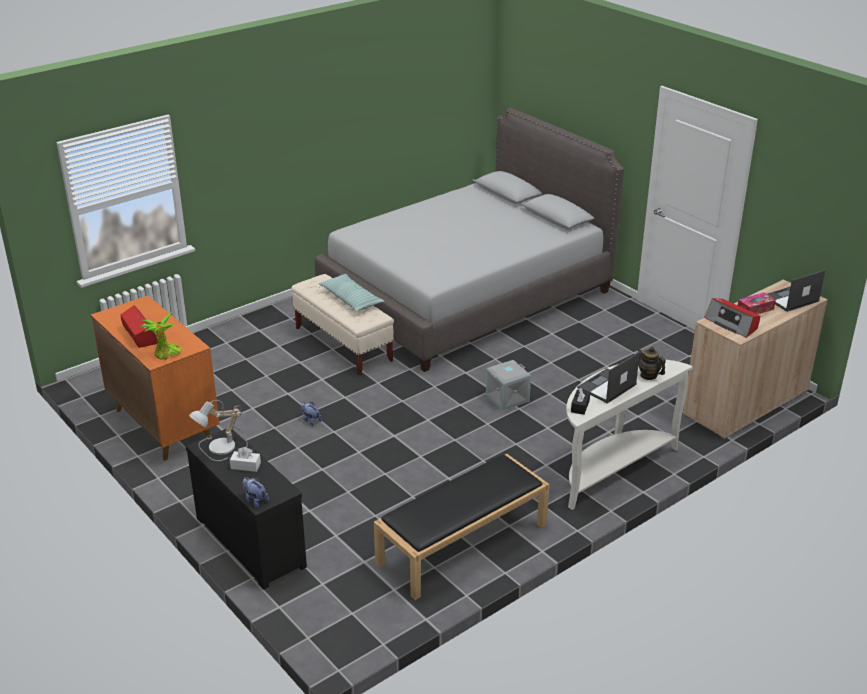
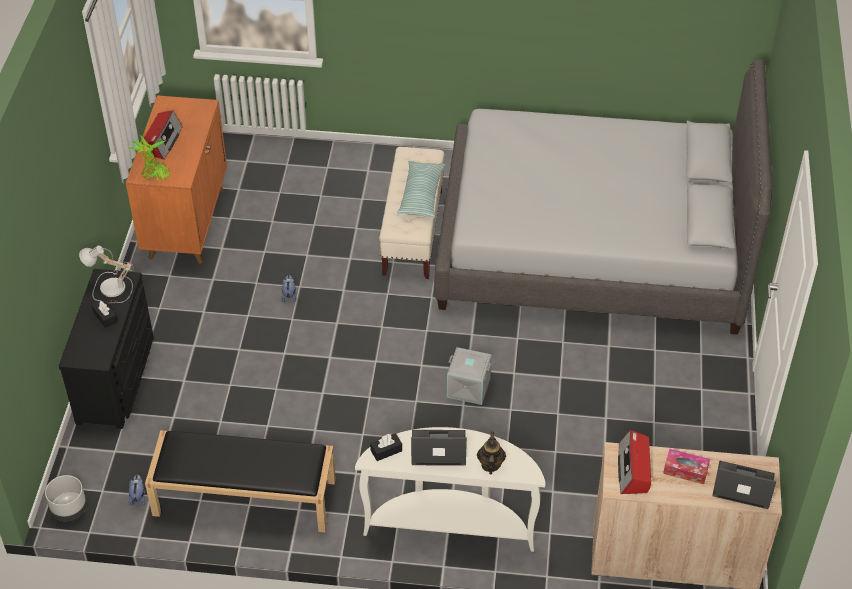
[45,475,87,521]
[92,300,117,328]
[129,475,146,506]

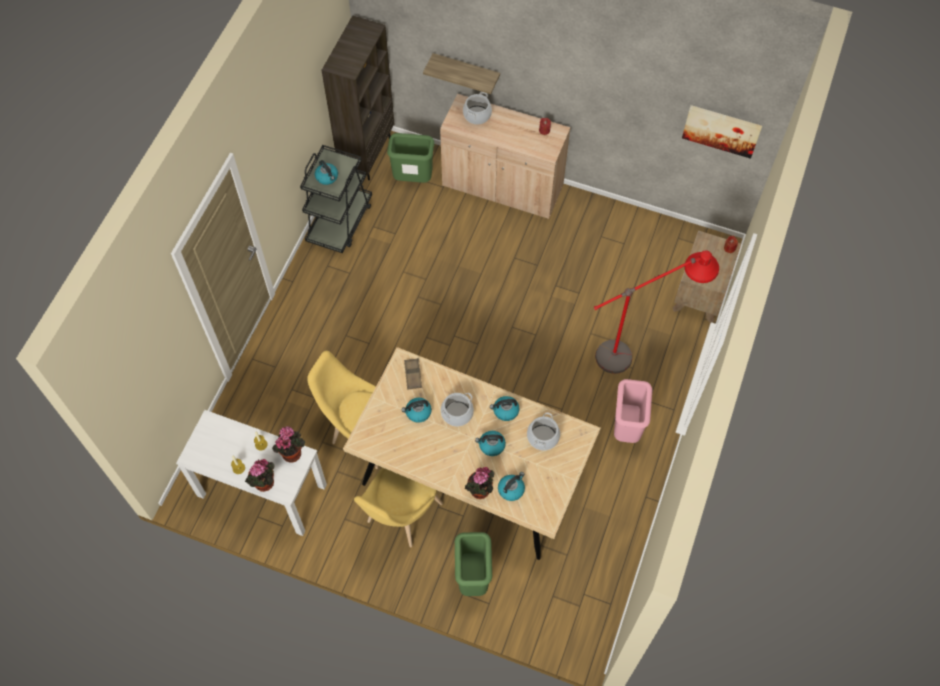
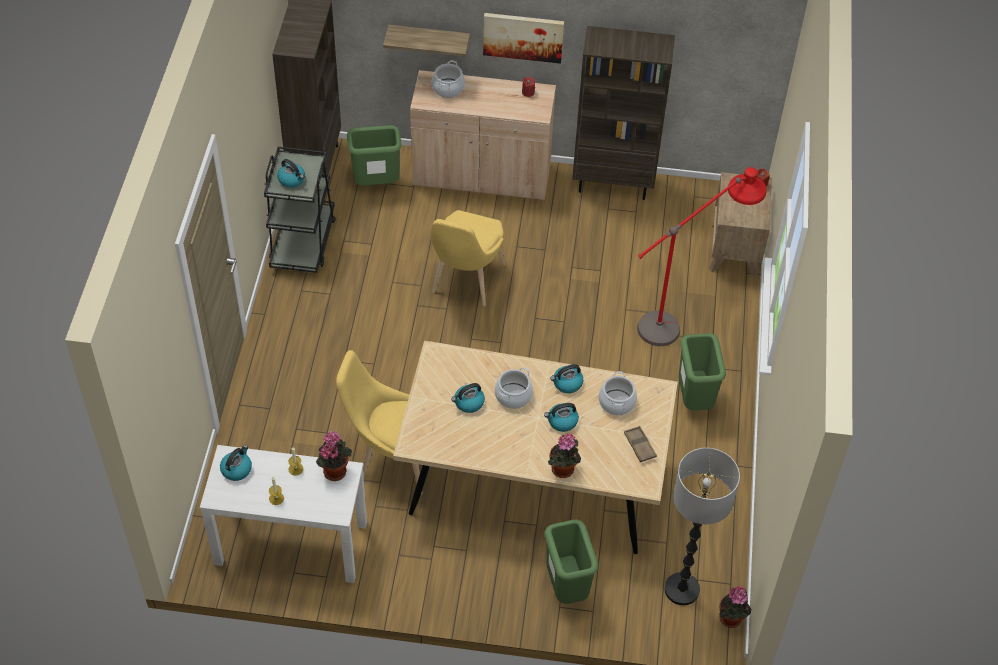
[220,445,252,481]
[431,210,506,306]
[483,13,564,64]
[572,26,675,200]
[624,426,657,462]
[665,448,740,605]
[679,333,726,411]
[719,586,751,628]

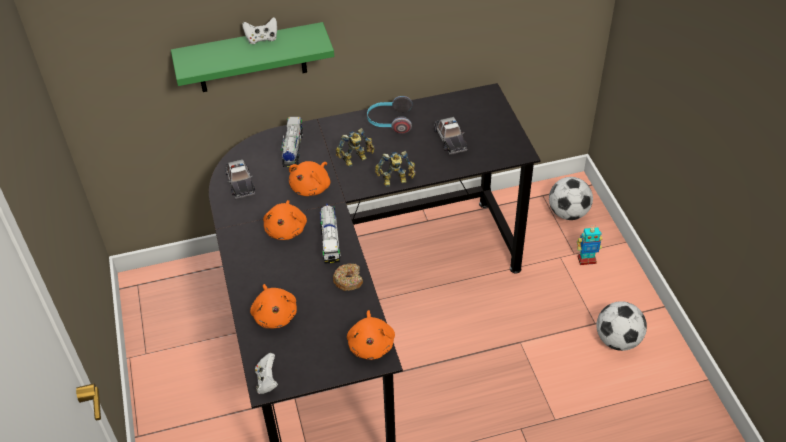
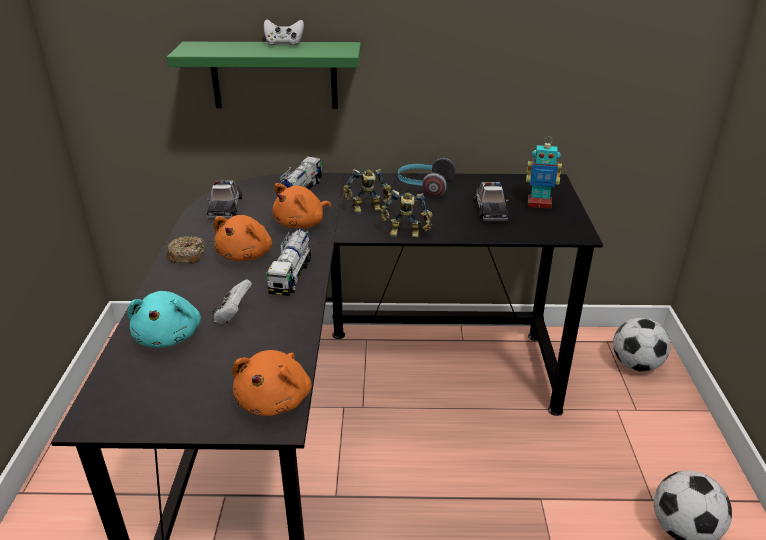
[127,291,201,348]
[166,236,206,264]
[212,279,252,324]
[526,137,562,209]

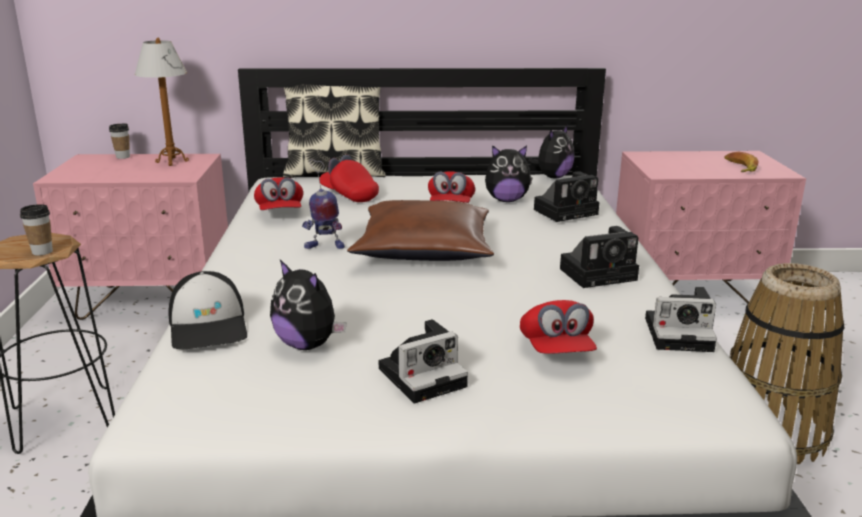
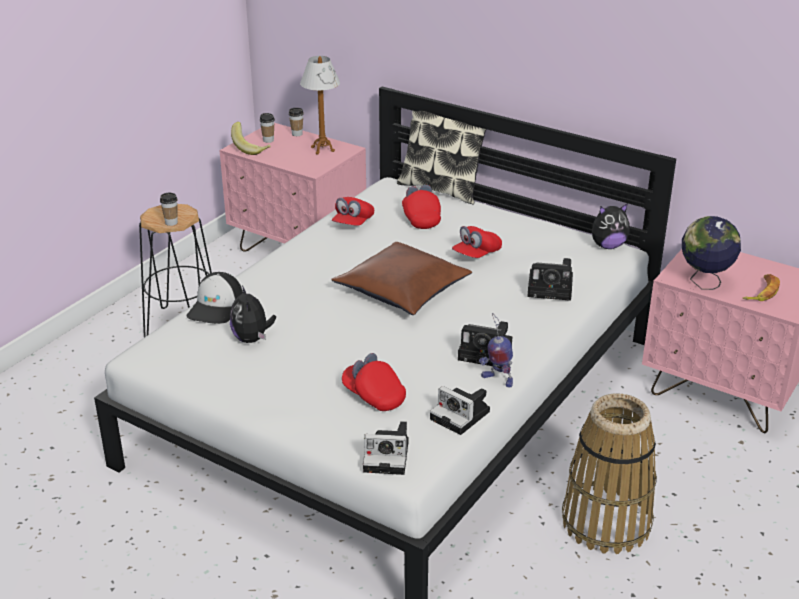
[231,122,271,155]
[260,113,275,143]
[342,353,406,411]
[363,421,409,475]
[479,313,513,388]
[682,216,741,290]
[485,145,533,202] (first image)

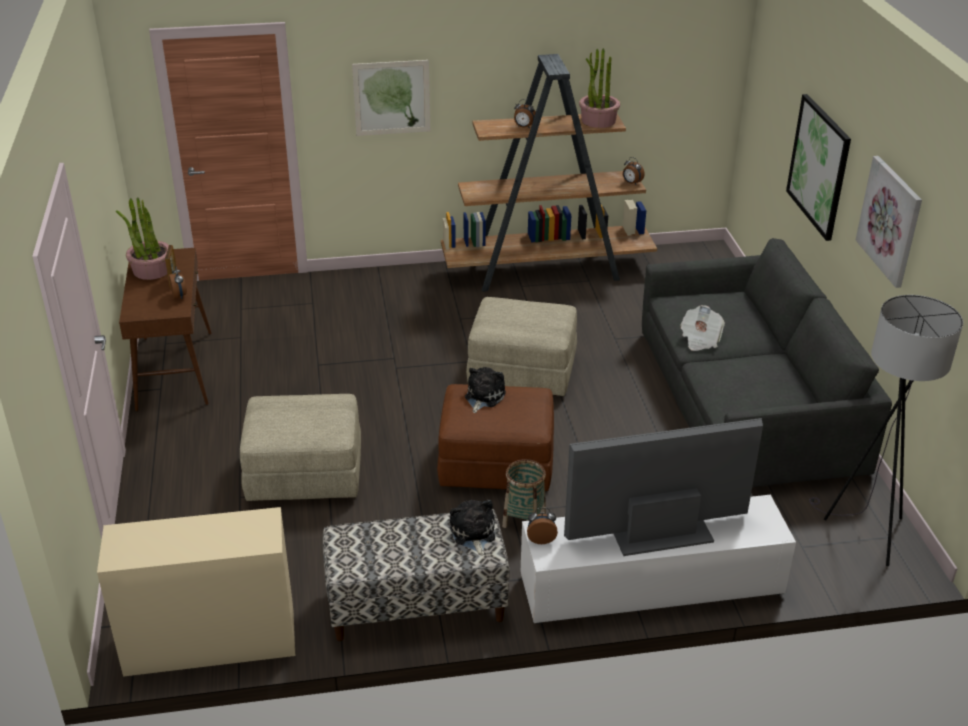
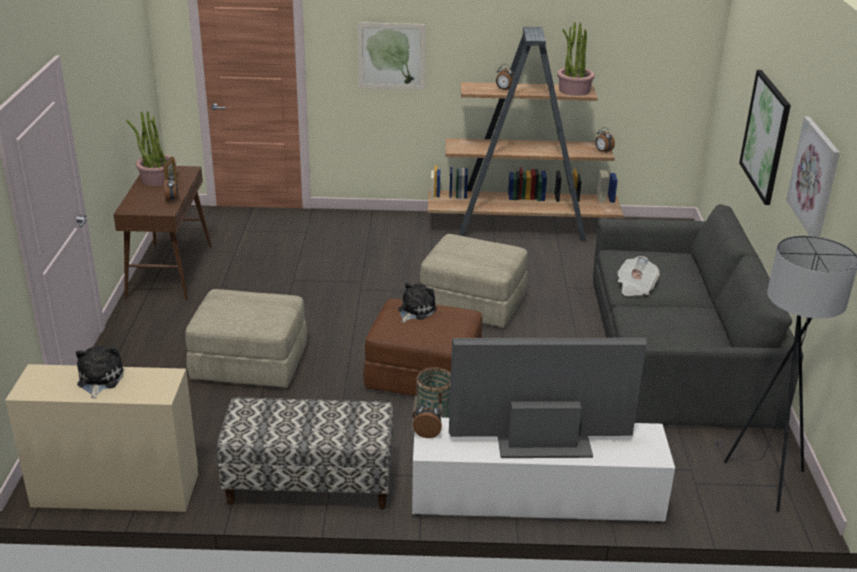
[76,345,123,399]

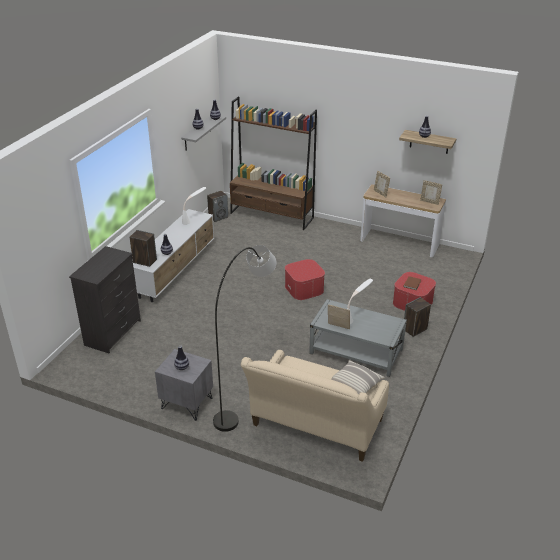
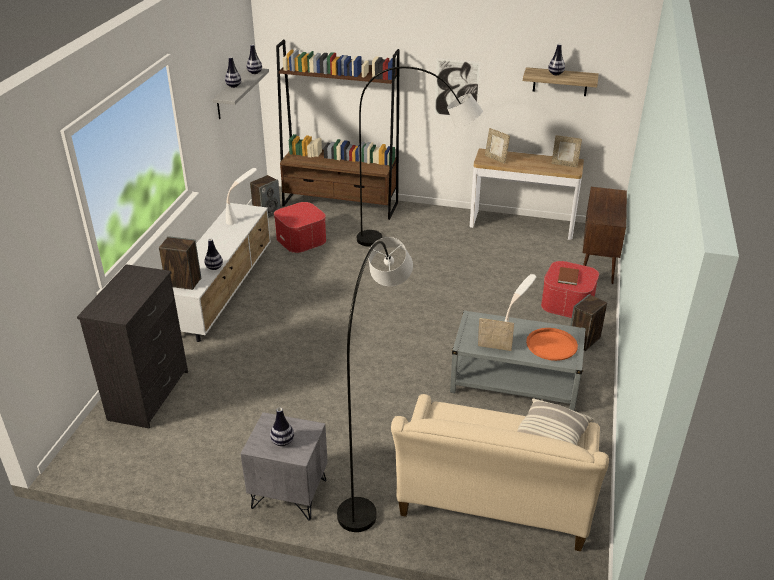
[274,202,326,253]
[357,66,483,246]
[434,58,481,116]
[526,328,578,361]
[583,187,627,284]

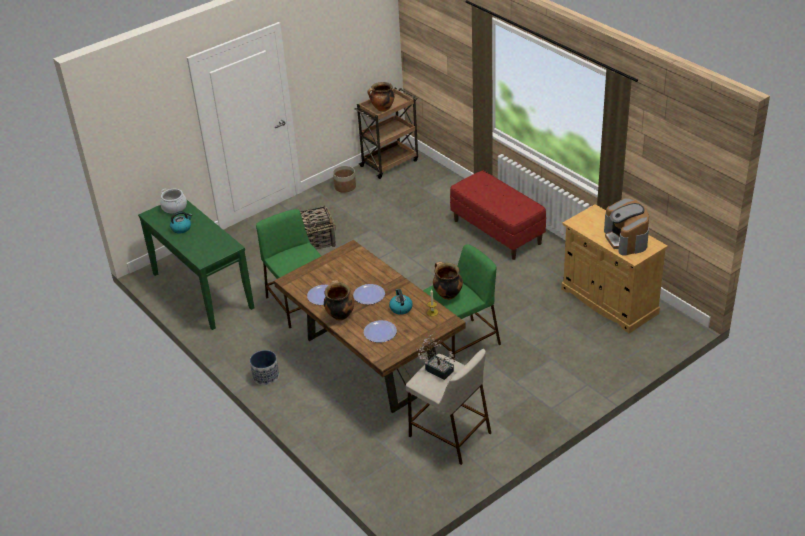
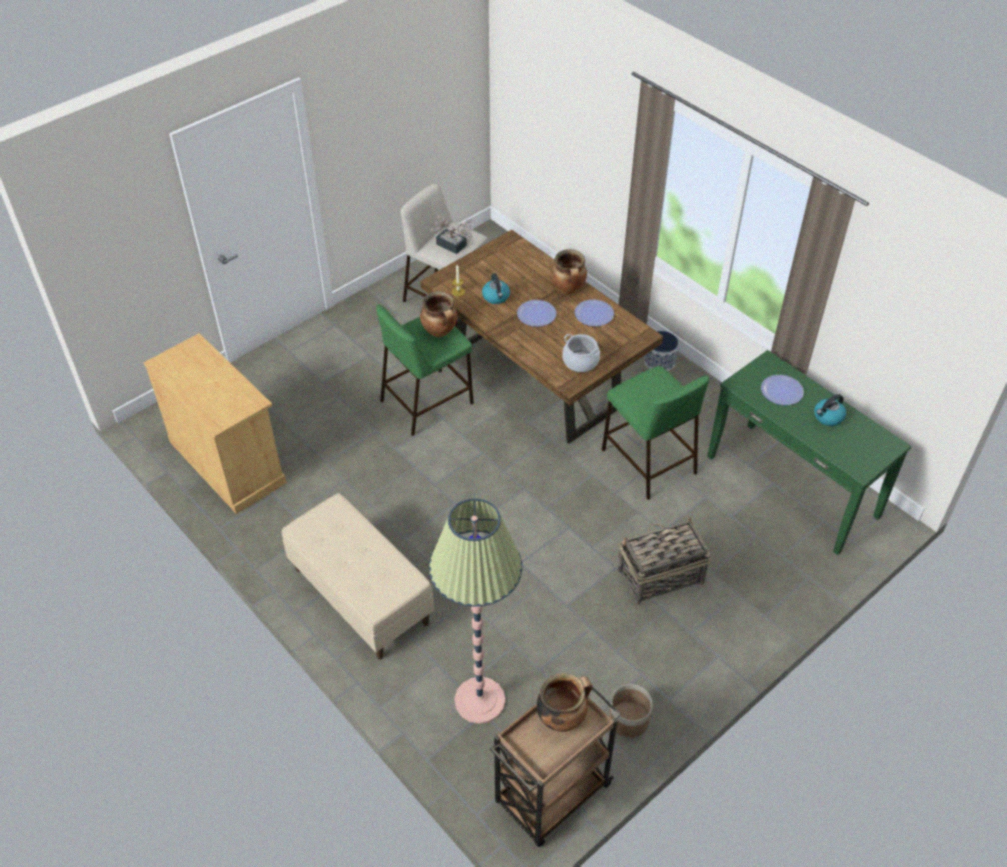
[282,493,434,659]
[429,498,523,724]
[562,334,600,372]
[761,375,804,405]
[604,198,649,256] (first image)

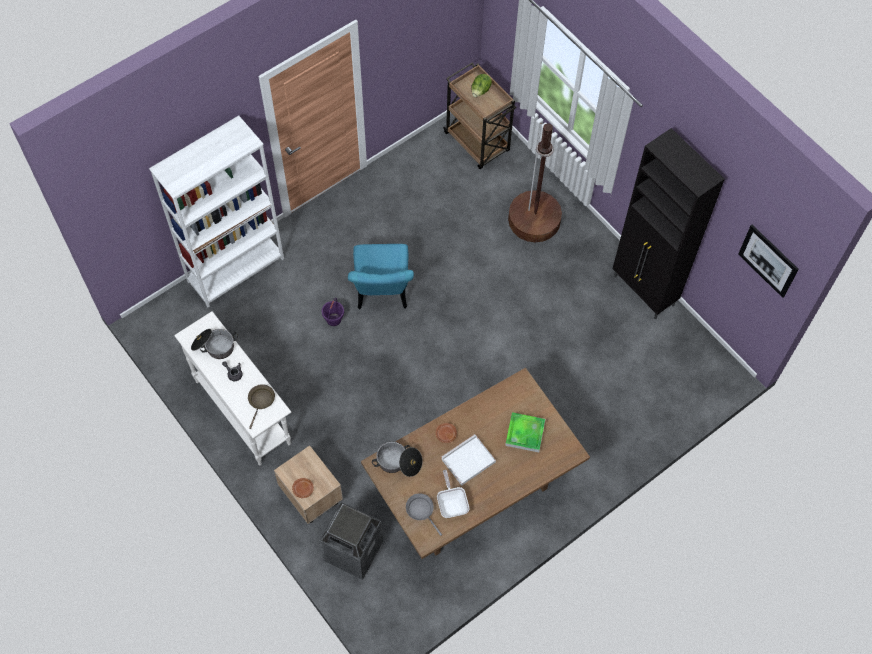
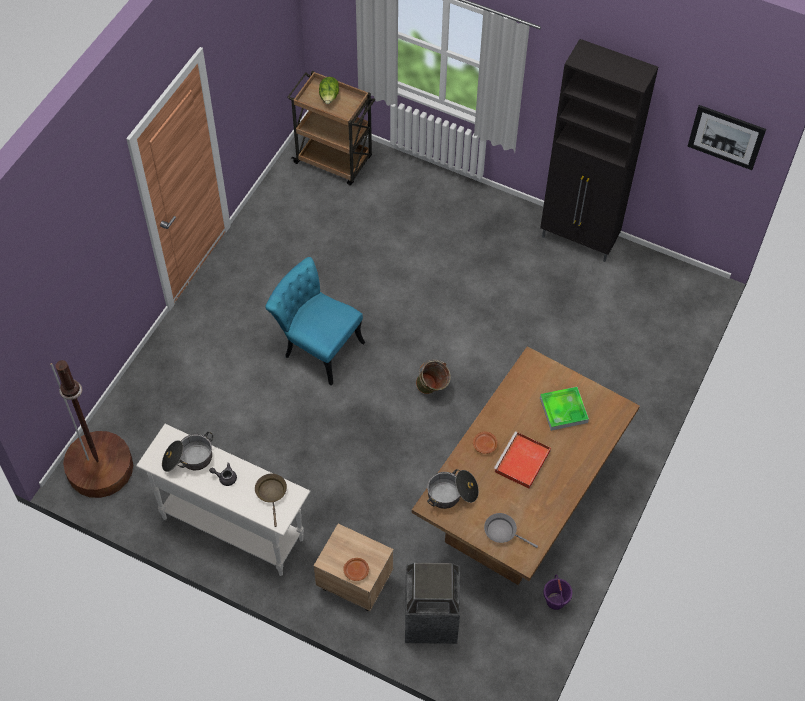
[50,360,133,498]
[265,257,365,386]
[416,360,451,394]
[494,432,551,489]
[543,575,572,610]
[149,116,284,307] (first image)
[437,470,469,518] (first image)

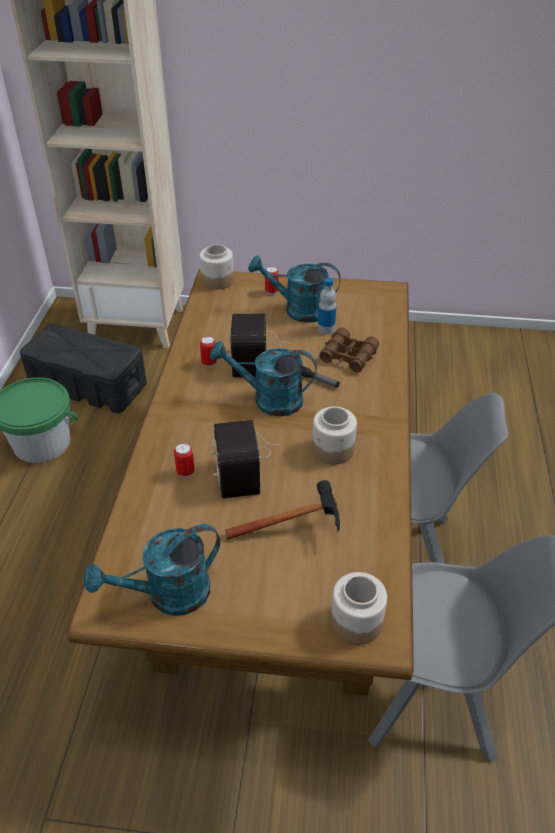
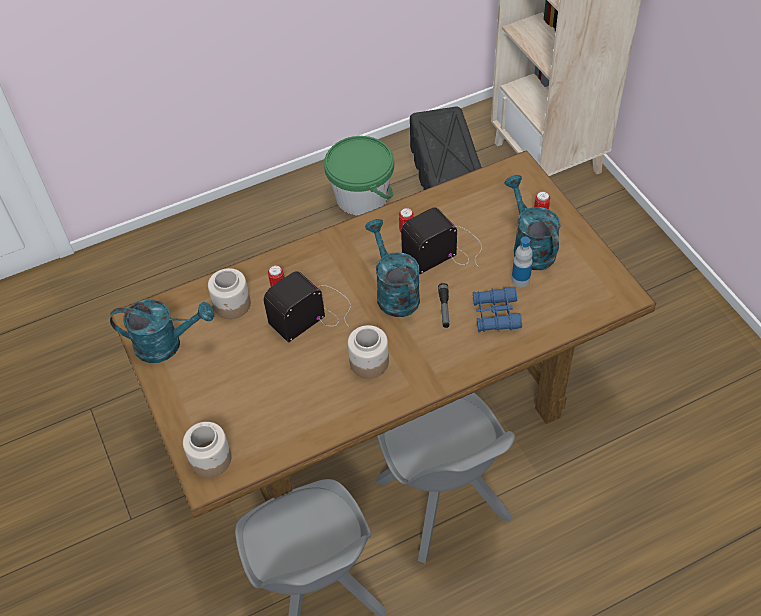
[110,300,214,363]
[208,268,251,319]
[473,286,522,332]
[225,480,340,540] (first image)

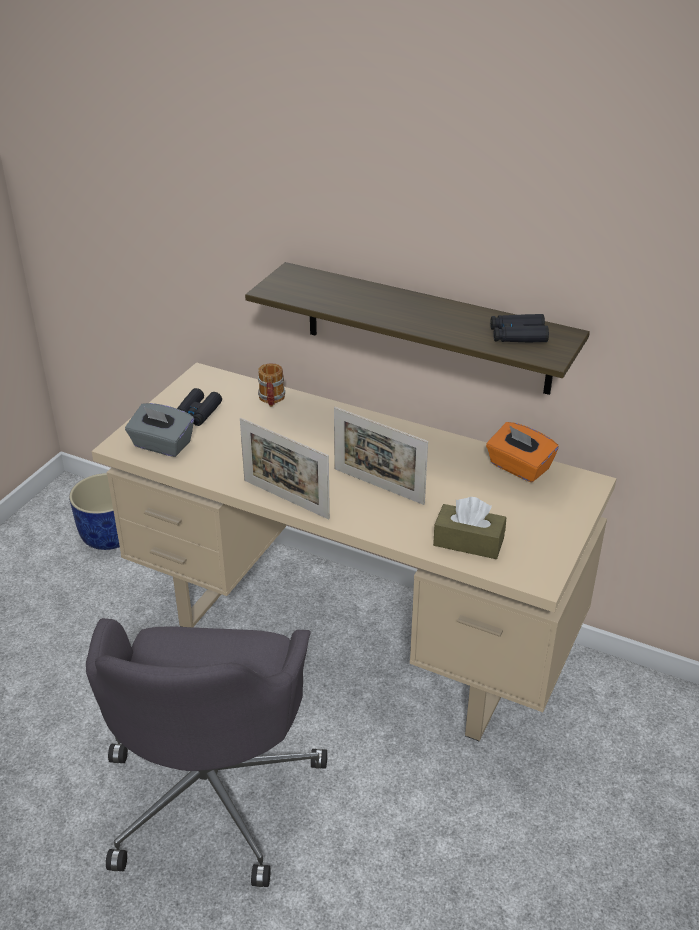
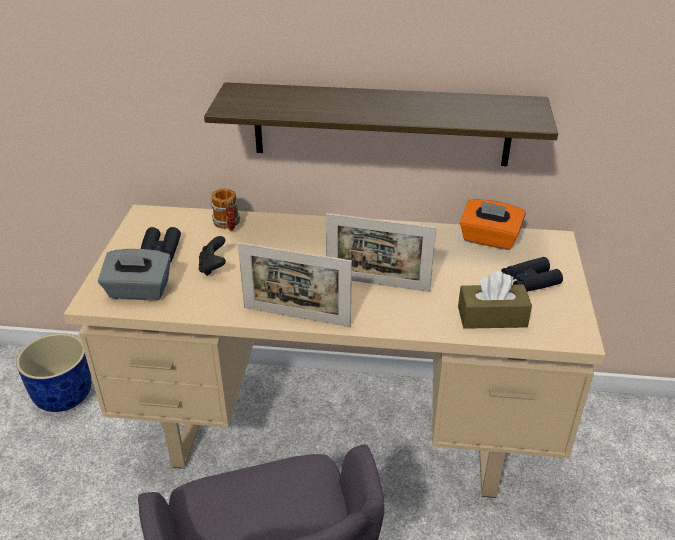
[199,236,226,276]
[501,257,563,292]

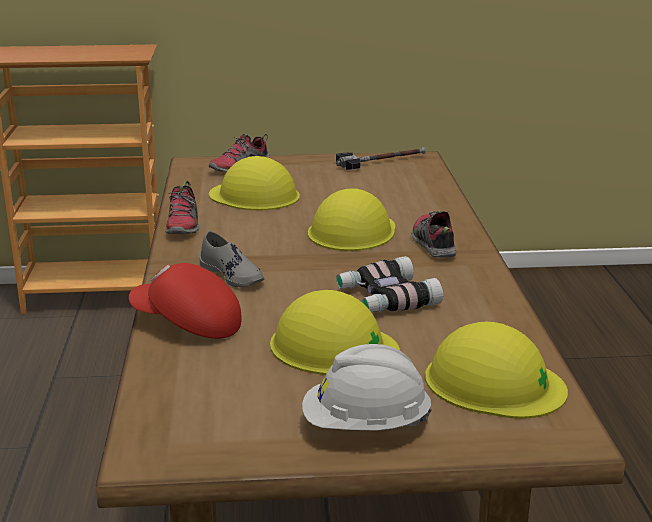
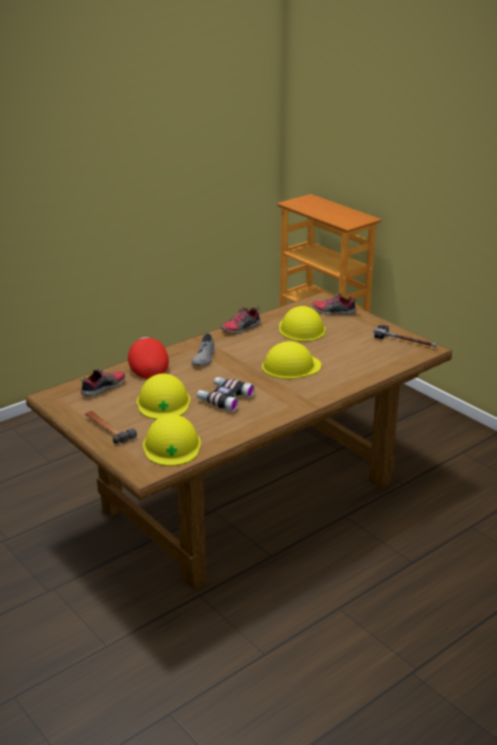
[80,369,125,397]
[85,411,137,444]

